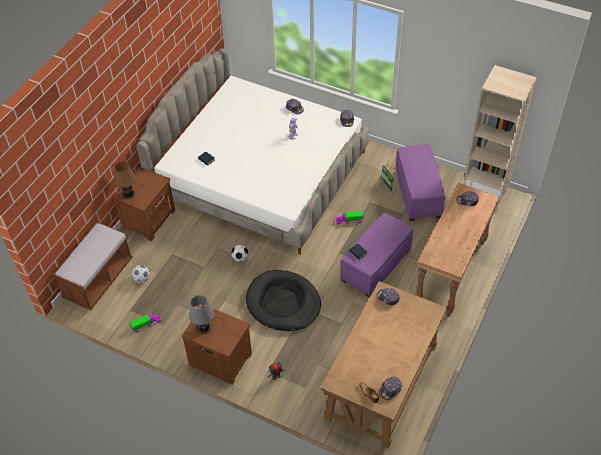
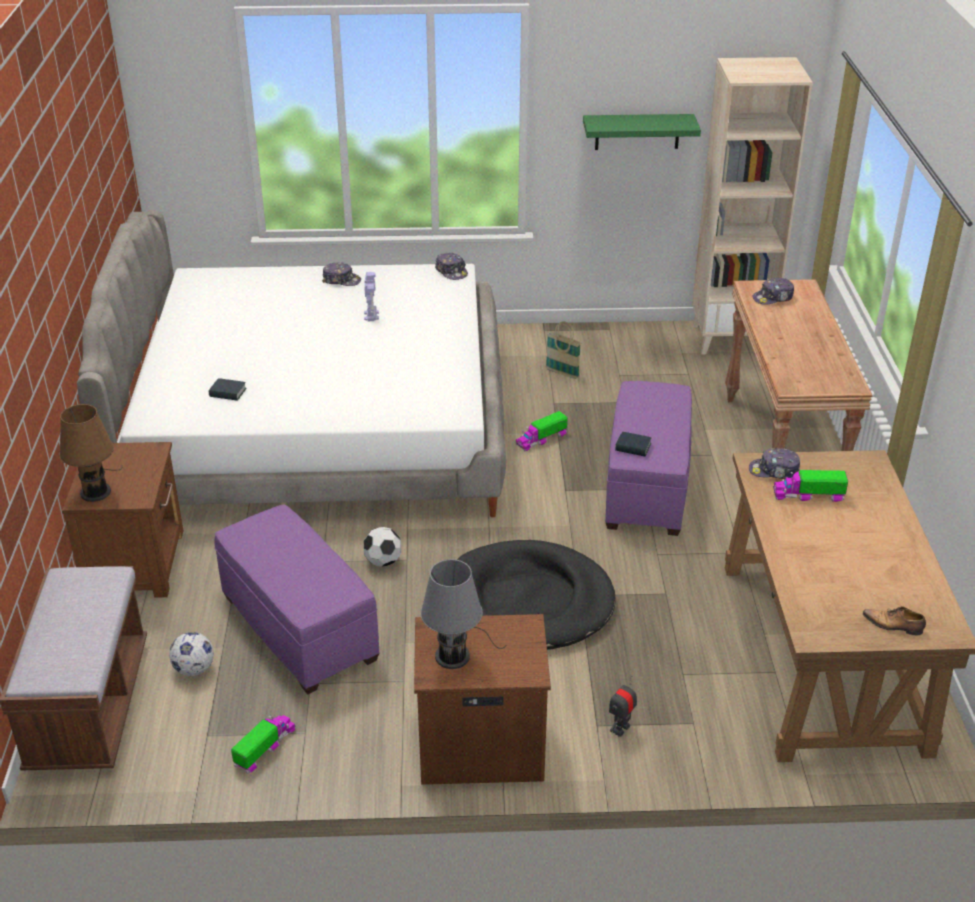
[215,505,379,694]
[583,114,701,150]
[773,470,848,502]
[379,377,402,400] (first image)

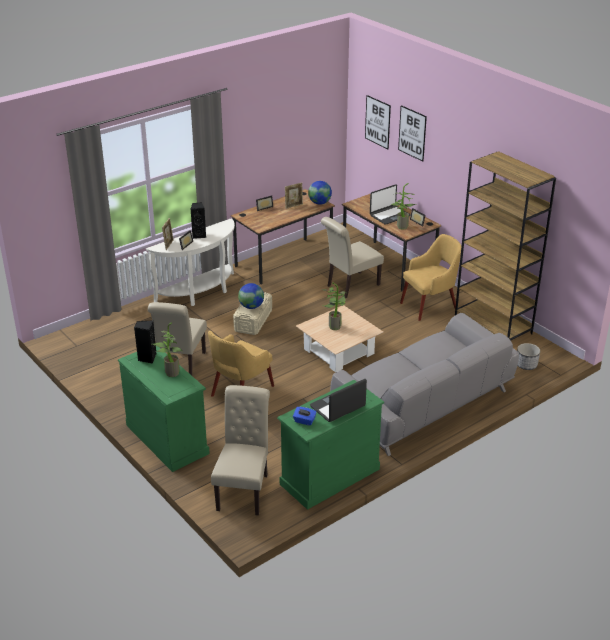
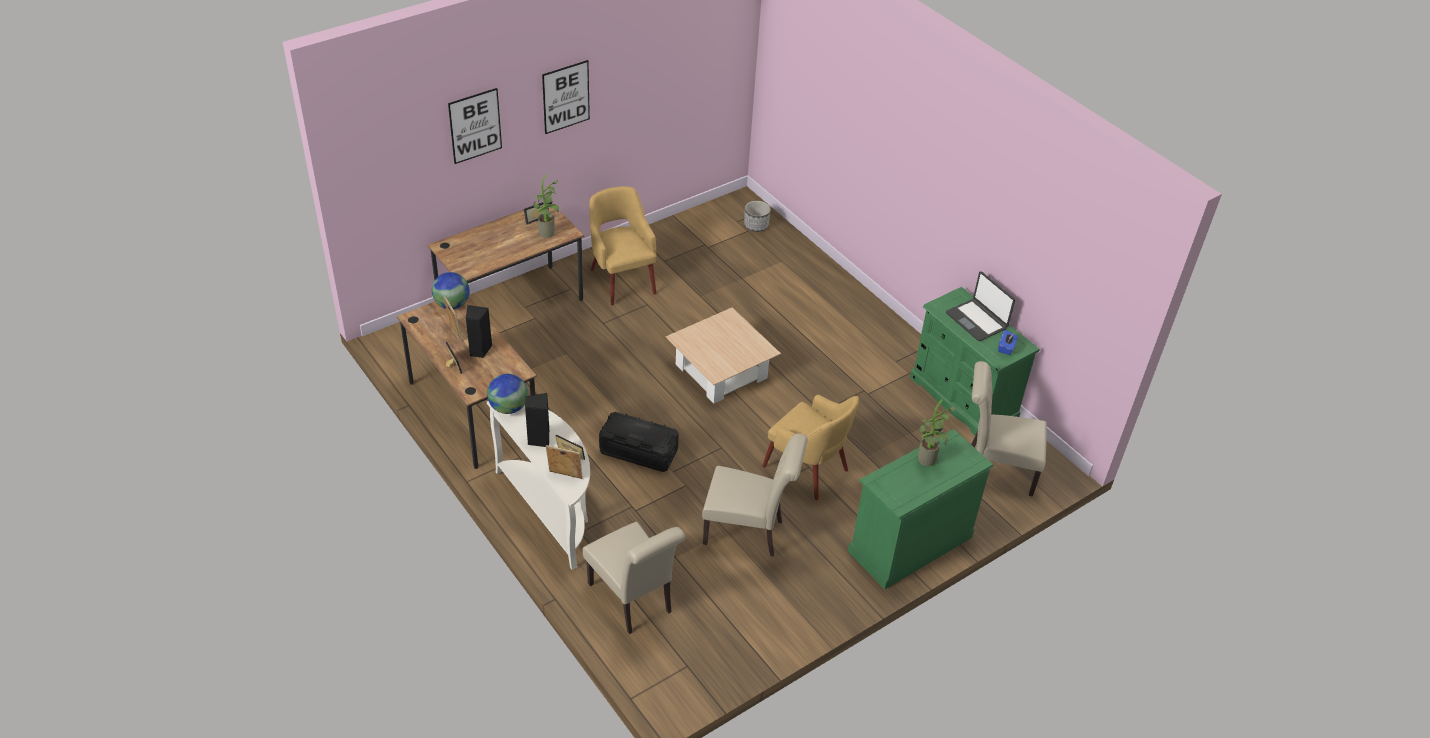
[466,305,492,358]
[487,374,528,414]
[542,60,590,134]
[583,522,685,634]
[599,412,679,472]
[322,283,346,330] (first image)
[330,313,519,456] (first image)
[370,184,411,225] (first image)
[455,151,556,340] (first image)

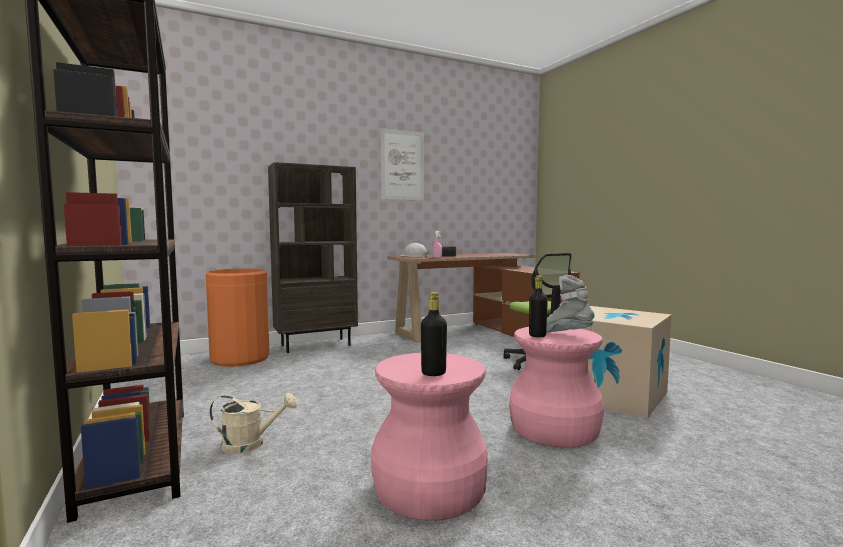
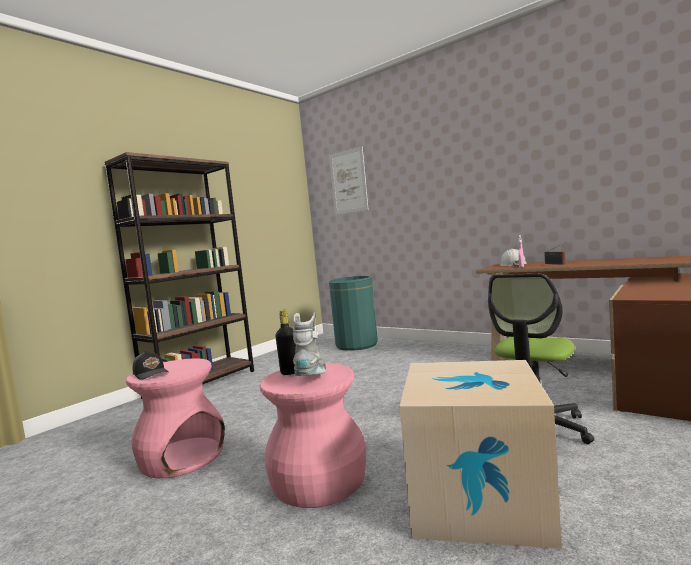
[132,351,169,380]
[329,147,369,215]
[329,276,378,351]
[209,393,297,454] (first image)
[268,162,358,353] (first image)

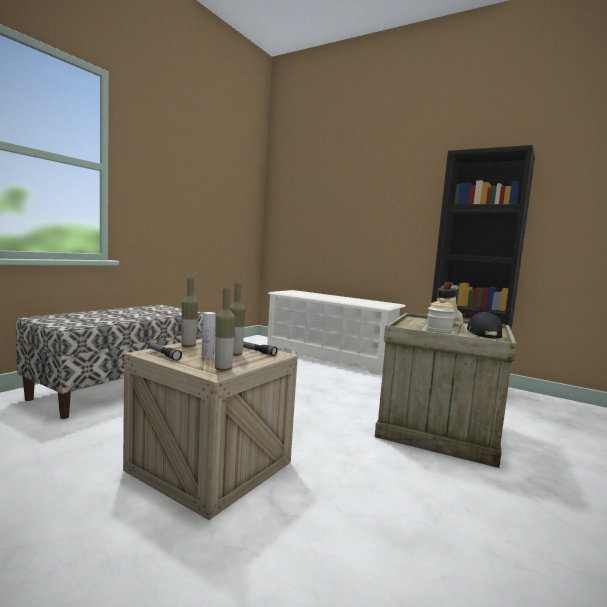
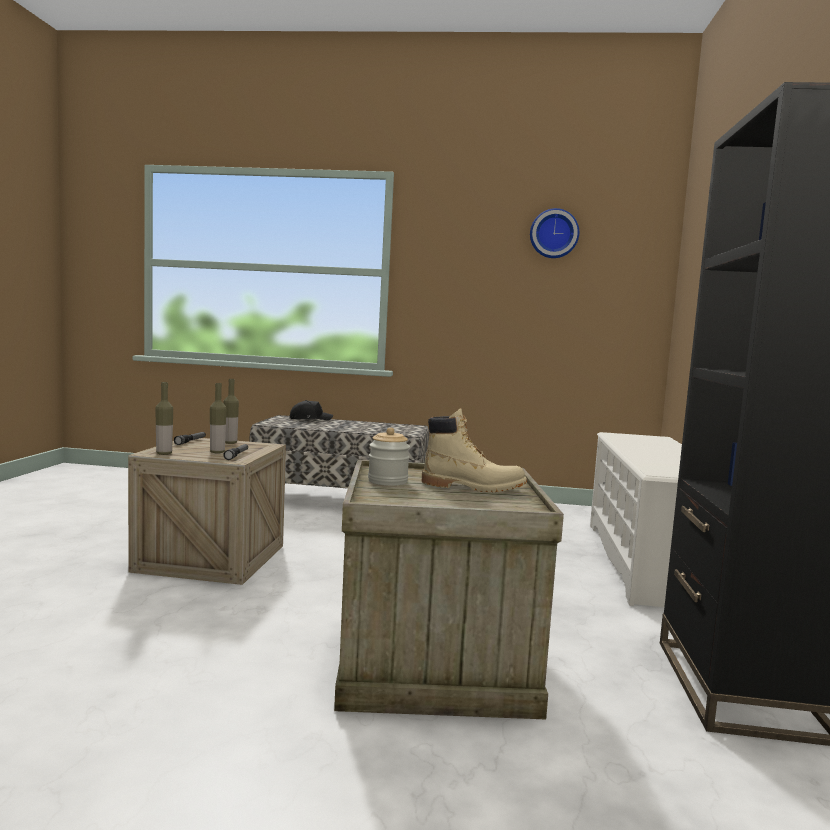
[290,400,333,421]
[530,208,579,258]
[202,312,216,358] (first image)

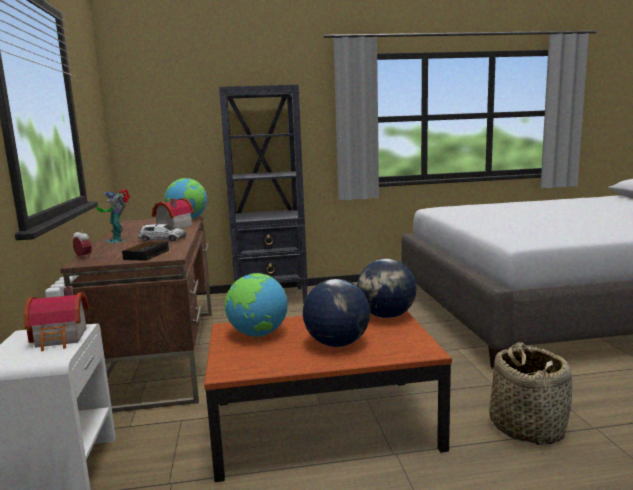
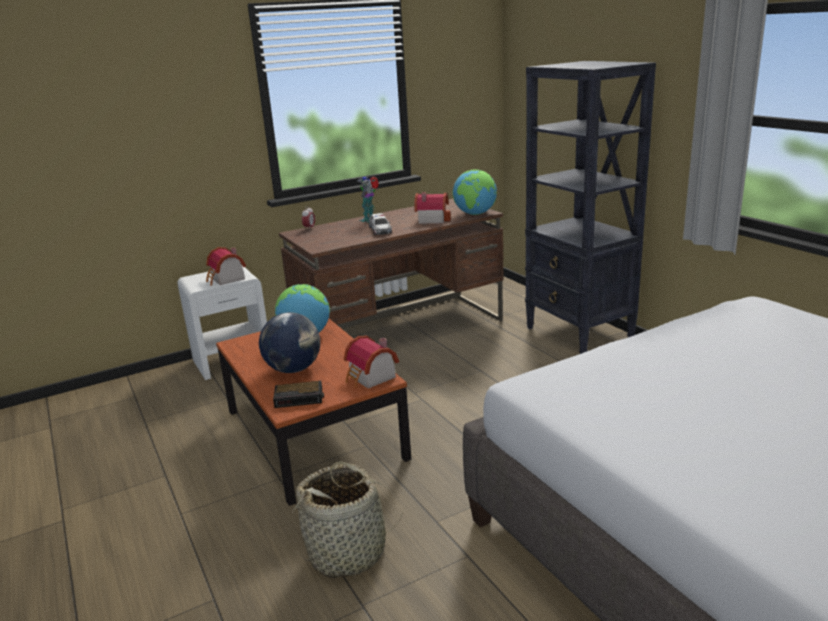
[273,381,324,408]
[344,336,399,389]

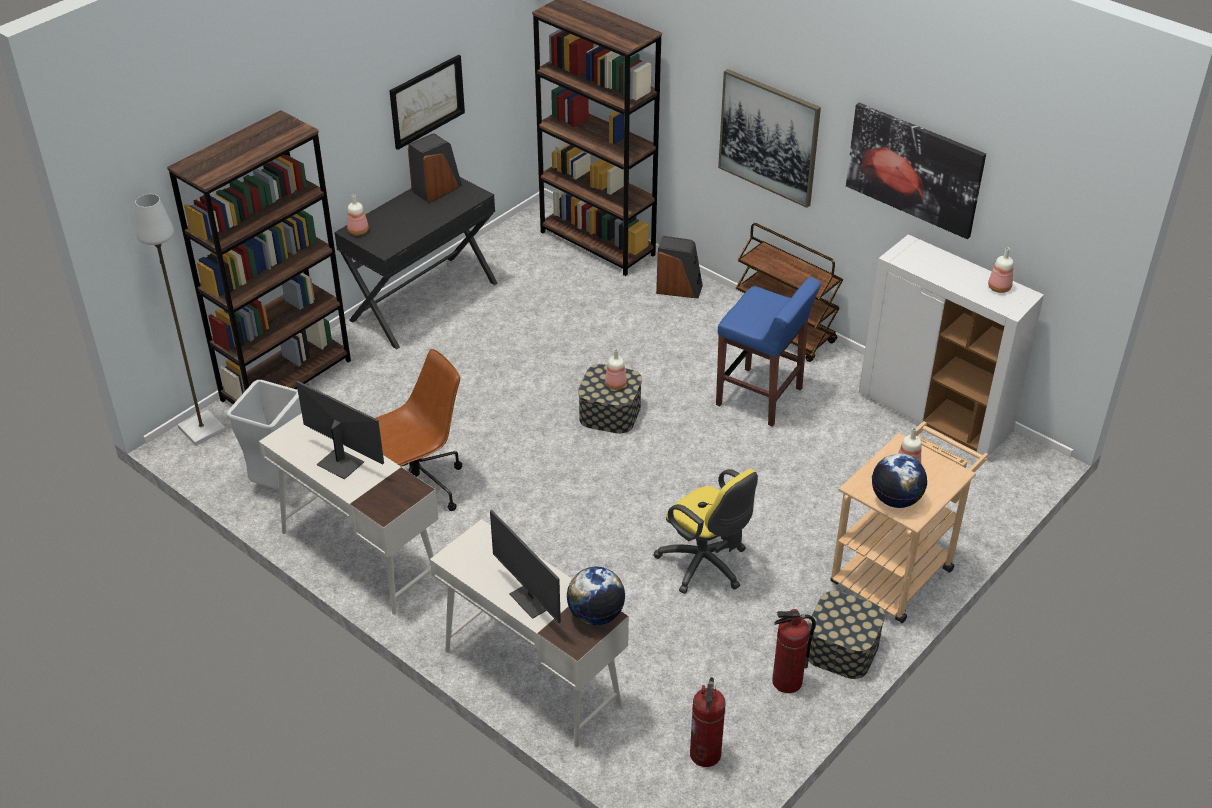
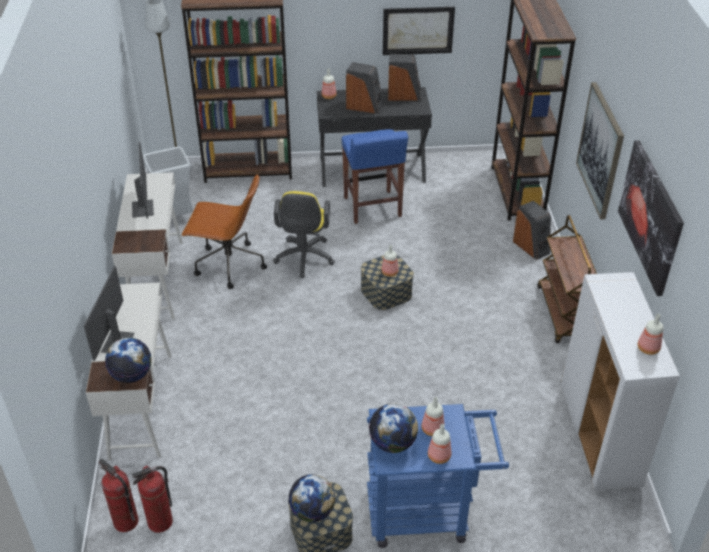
[99,459,139,532]
[273,191,335,278]
[288,474,335,522]
[342,129,408,224]
[346,62,383,114]
[367,404,509,548]
[428,424,451,464]

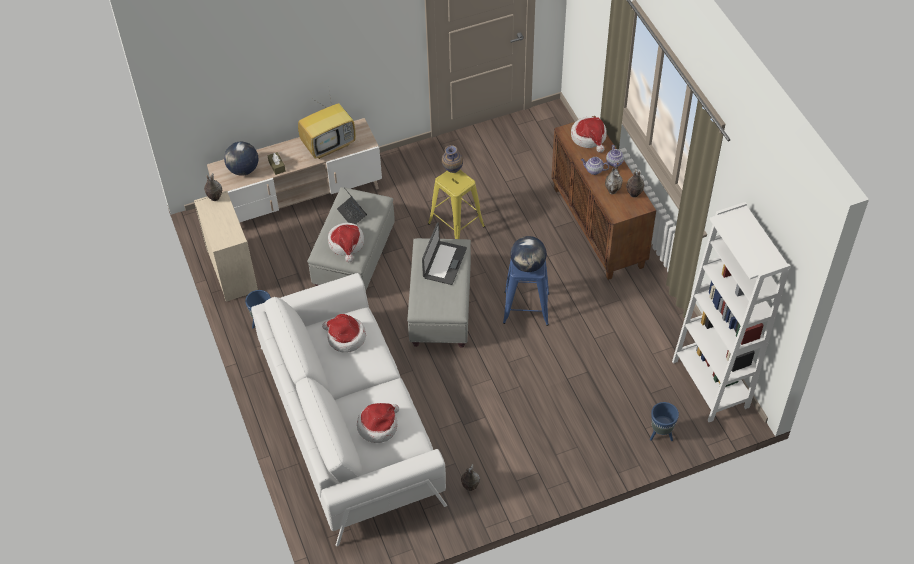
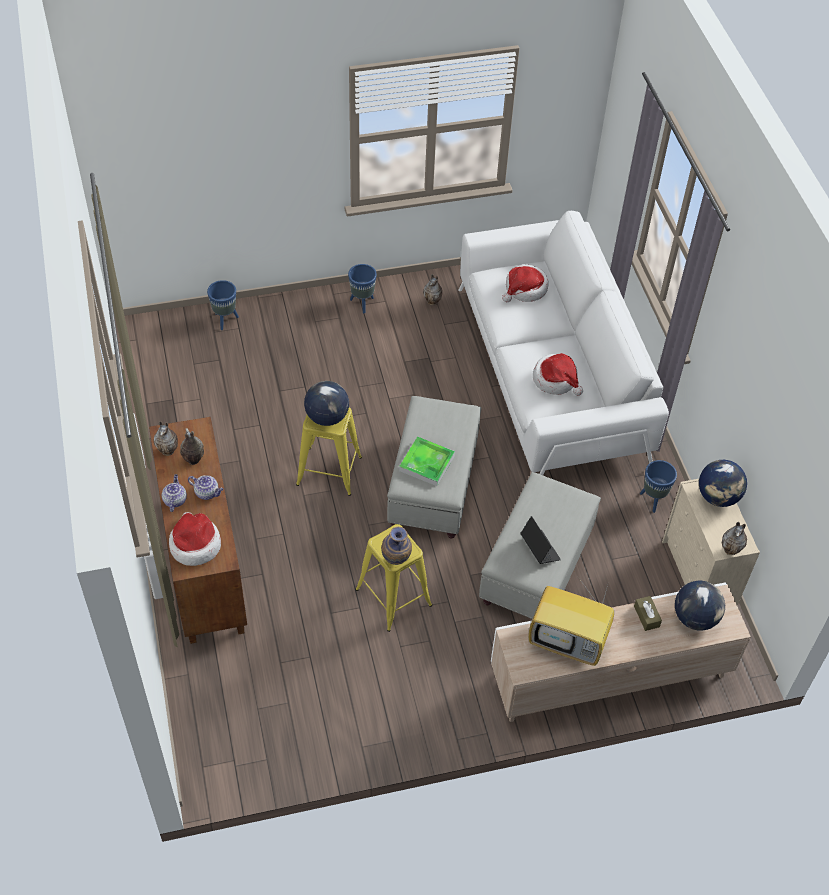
[296,407,362,496]
[348,264,377,313]
[399,437,455,486]
[528,574,614,666]
[699,460,747,507]
[328,223,364,262] (first image)
[672,202,790,422] (first image)

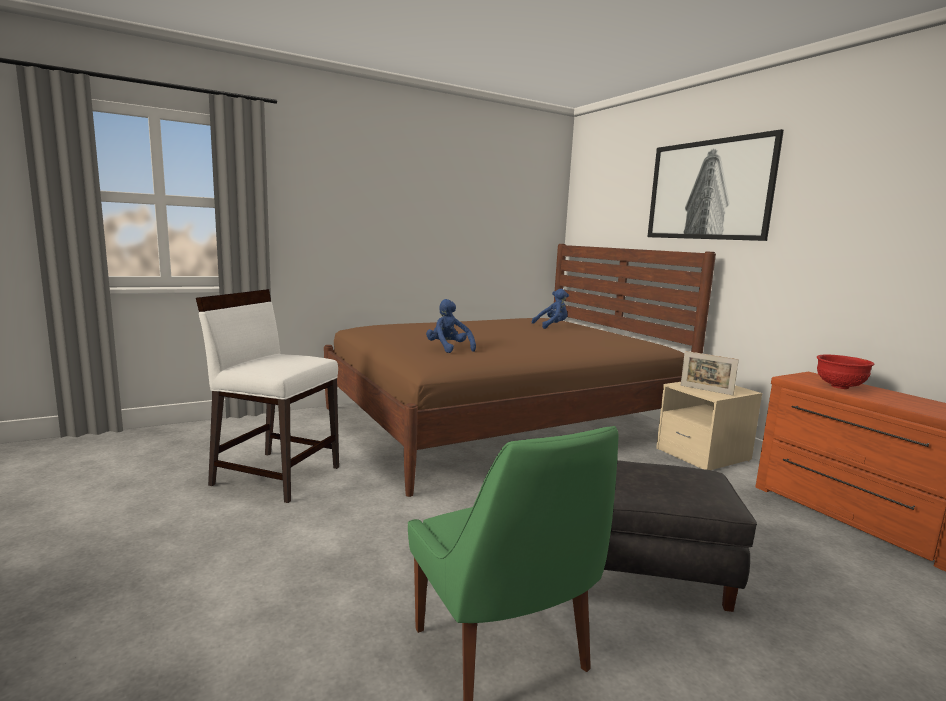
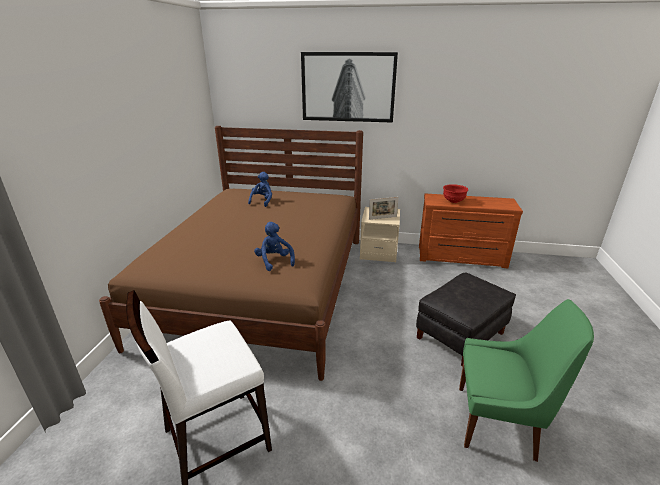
[254,222,295,271]

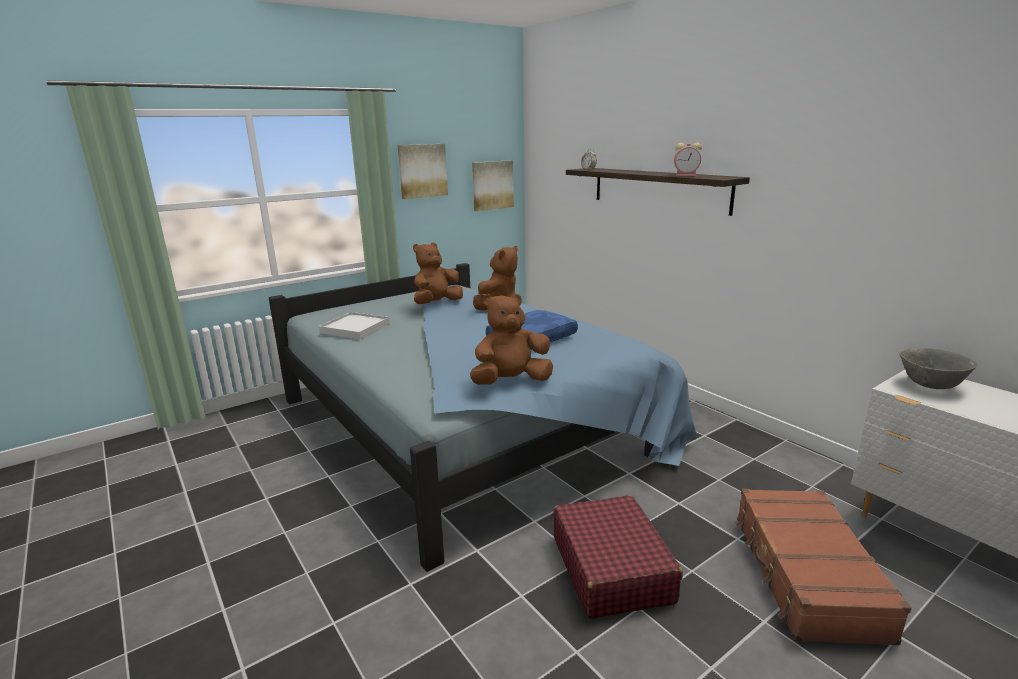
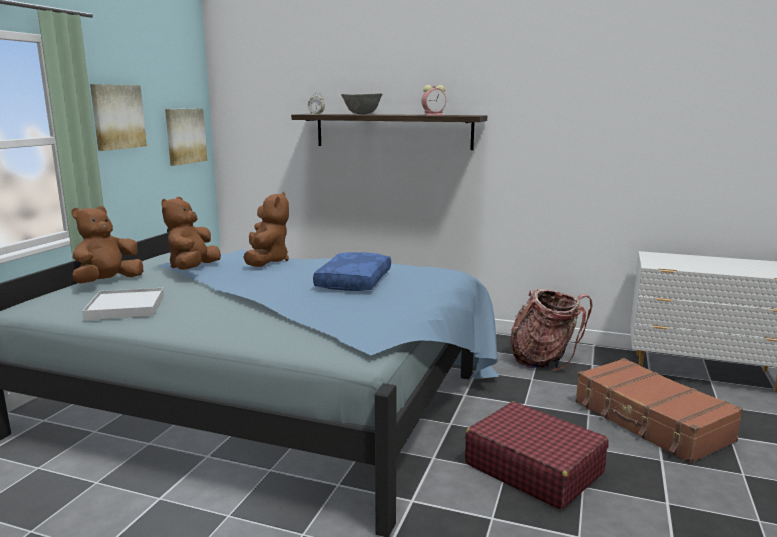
[72,206,143,283]
[341,94,382,114]
[510,289,593,371]

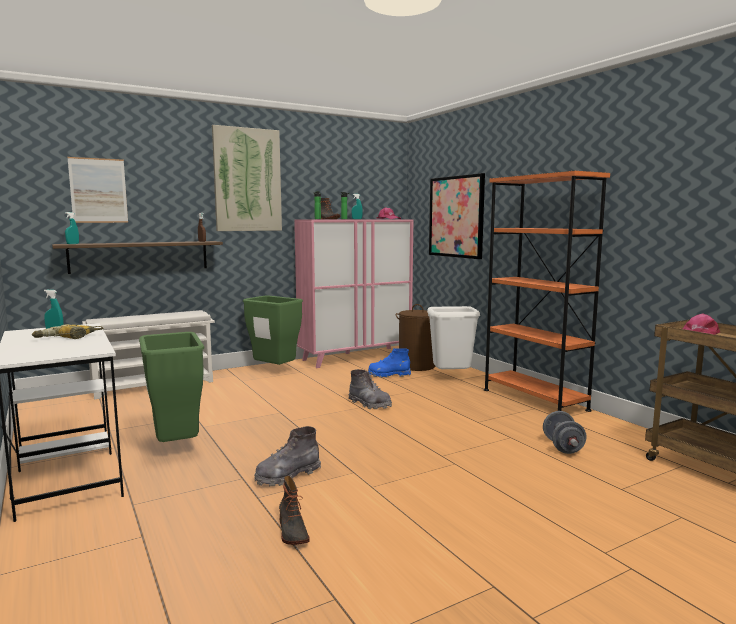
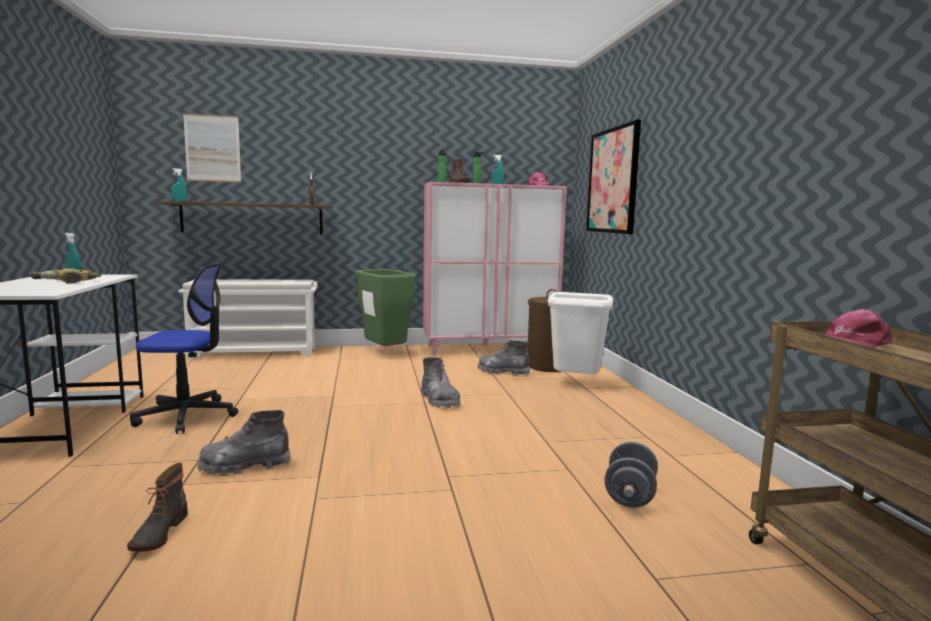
[130,263,238,434]
[478,340,530,376]
[212,125,282,231] (first image)
[484,171,610,412] (first image)

